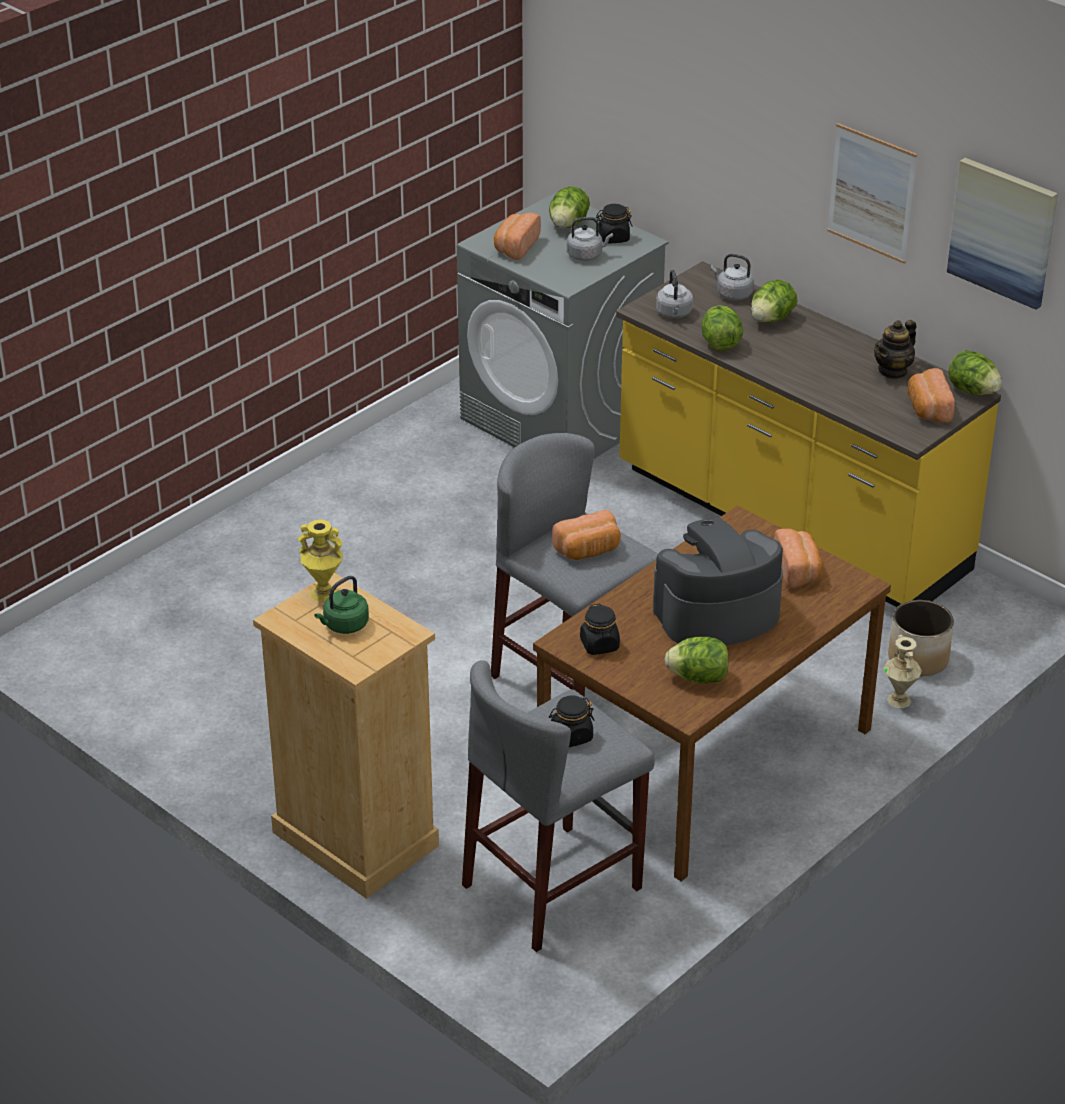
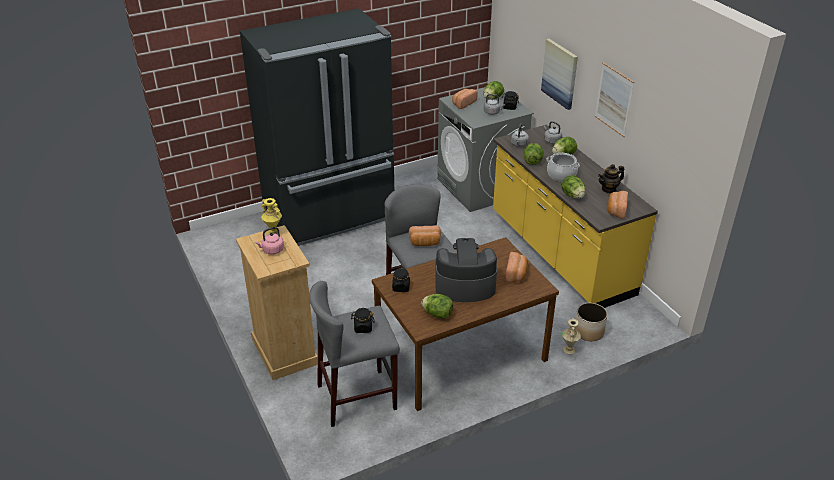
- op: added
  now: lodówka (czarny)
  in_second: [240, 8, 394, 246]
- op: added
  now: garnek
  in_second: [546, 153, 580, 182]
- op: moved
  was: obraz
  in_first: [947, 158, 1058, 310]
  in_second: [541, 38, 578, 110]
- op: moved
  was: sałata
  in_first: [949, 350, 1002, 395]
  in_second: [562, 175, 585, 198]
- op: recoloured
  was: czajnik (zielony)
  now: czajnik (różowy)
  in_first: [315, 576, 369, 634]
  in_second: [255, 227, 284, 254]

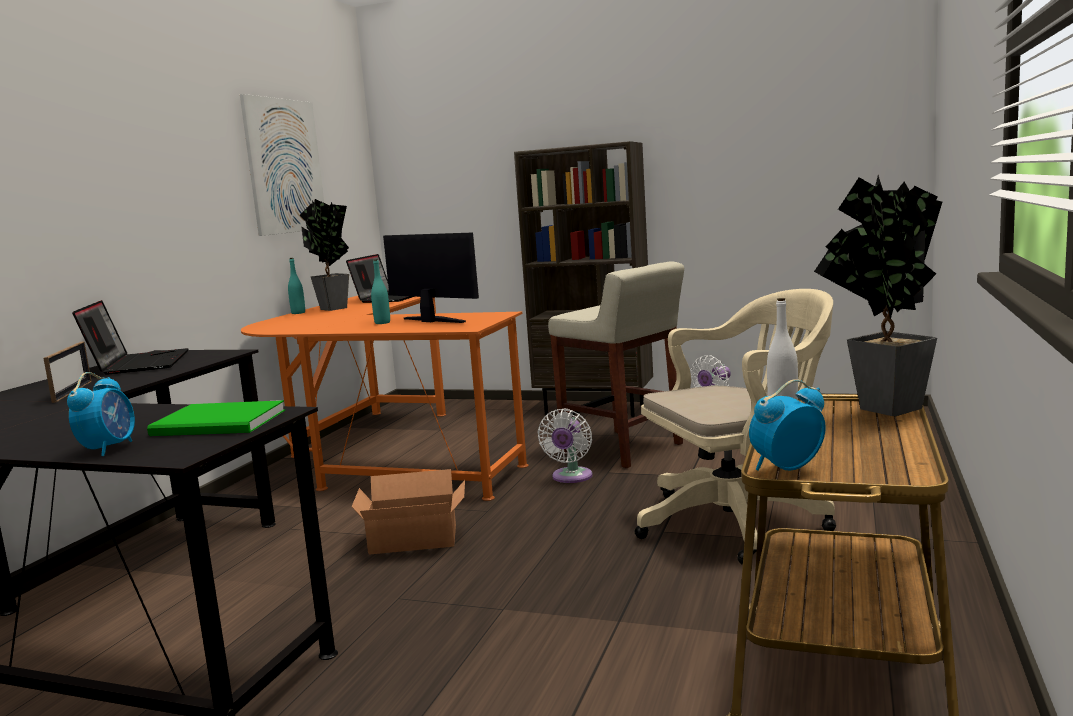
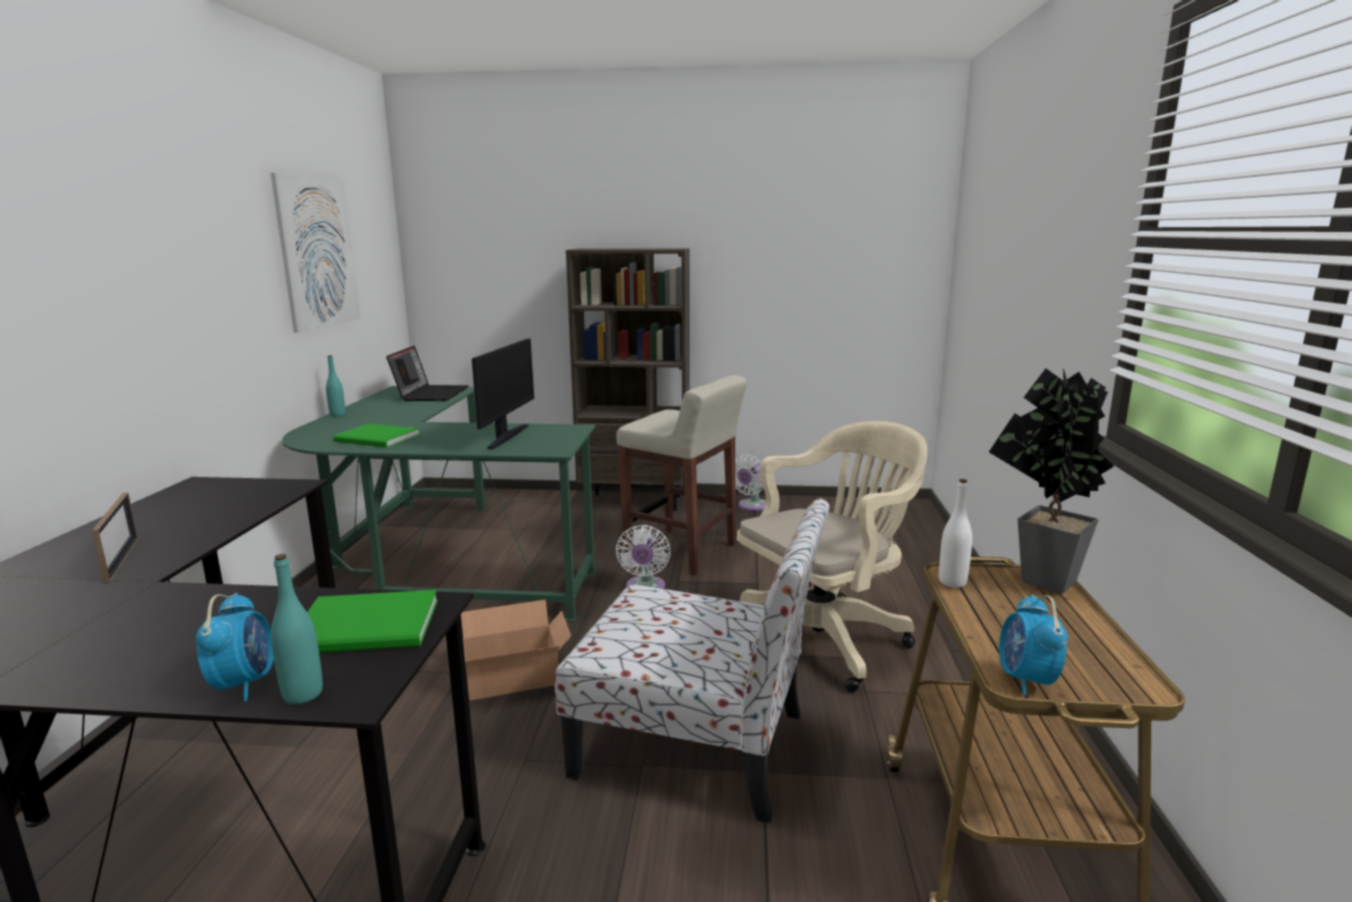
- op: removed
  was: laptop
  in_first: [72, 300, 189, 375]
- op: removed
  was: roślina doniczkowa
  in_first: [300, 199, 349, 311]
- op: added
  now: książka (zielony)
  in_second: [333, 424, 420, 447]
- op: added
  now: krzesło
  in_second: [554, 499, 830, 823]
- op: moved
  was: butelka (turkusowy)
  in_first: [371, 259, 390, 324]
  in_second: [271, 554, 323, 704]
- op: recoloured
  was: biurko (pomarańczowy)
  now: biurko (zielony)
  in_first: [241, 296, 529, 501]
  in_second: [282, 386, 597, 621]
- op: turned
  was: monitor
  in_first: [383, 232, 479, 323]
  in_second: [472, 338, 534, 449]
  clockwise: 75
- op: turned
  was: budzik
  in_first: [749, 379, 826, 471]
  in_second: [999, 594, 1068, 695]
  clockwise: -45

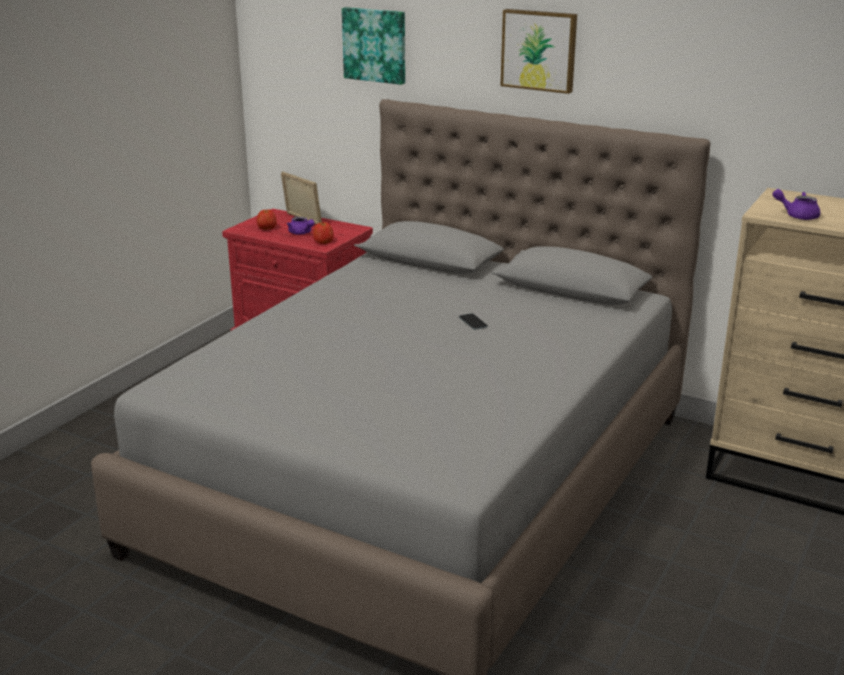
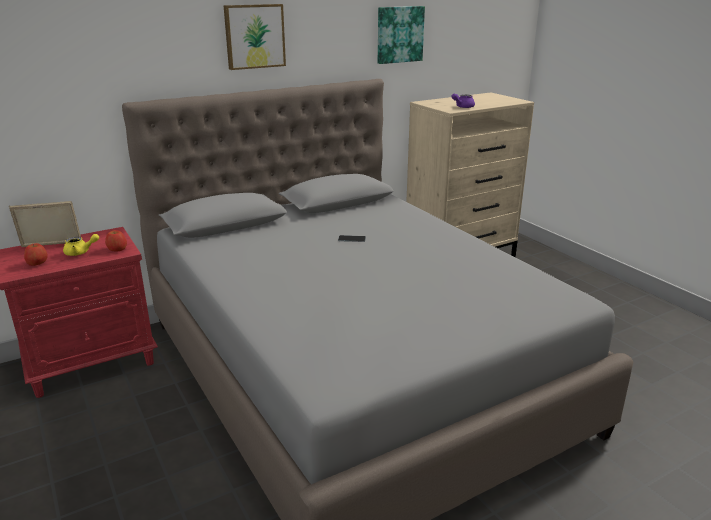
- op: moved
  was: obraz
  in_first: [342, 7, 405, 85]
  in_second: [378, 6, 425, 64]
- op: recoloured
  was: imbryk (fioletowy)
  now: imbryk (żółty)
  in_first: [287, 216, 314, 235]
  in_second: [63, 234, 99, 256]

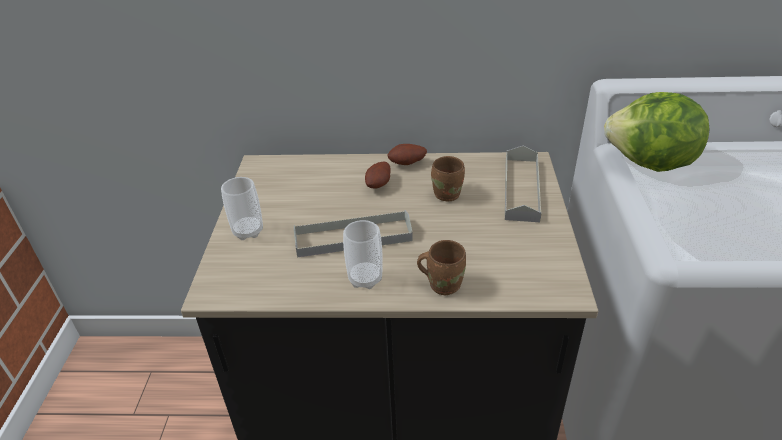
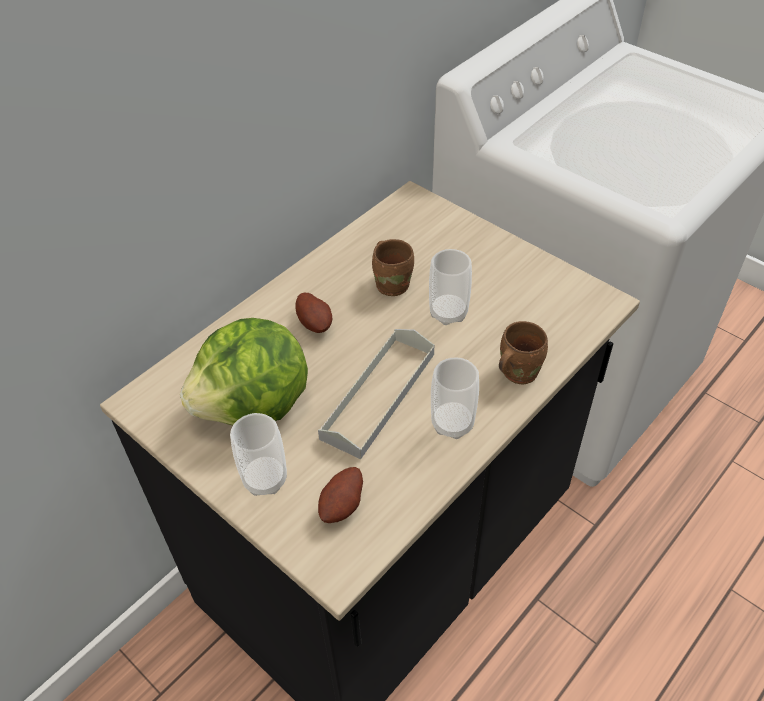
- op: removed
  was: taca (szary)
  in_first: [505, 146, 542, 222]
- op: added
  now: filiżanka
  in_second: [429, 249, 472, 325]
- op: moved
  was: ziemniak
  in_first: [387, 144, 427, 165]
  in_second: [318, 467, 363, 523]
- op: moved
  was: sałata
  in_first: [604, 92, 709, 172]
  in_second: [180, 318, 308, 425]

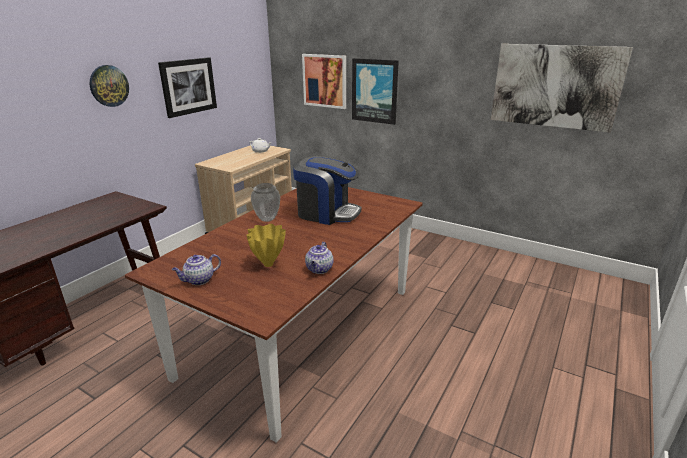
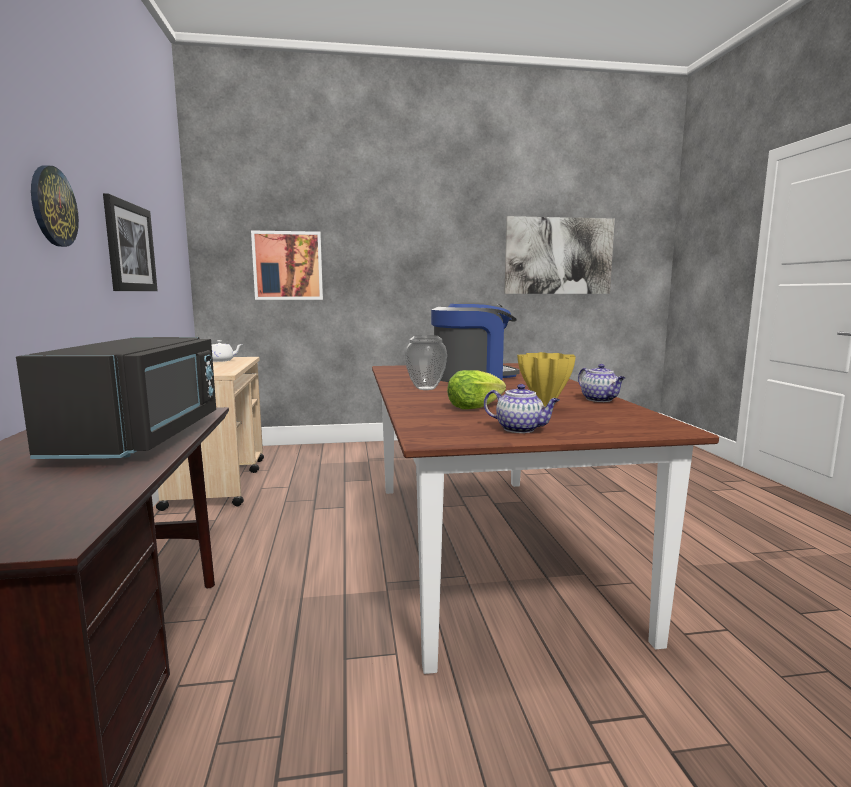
- op: removed
  was: obraz
  in_first: [352, 58, 399, 125]
- op: added
  now: mikrofalówka (czarny)
  in_second: [16, 337, 216, 459]
- op: added
  now: sałata
  in_second: [447, 370, 506, 409]
- op: turned
  was: imbryk
  in_first: [172, 254, 221, 285]
  in_second: [484, 384, 560, 433]
  clockwise: -75

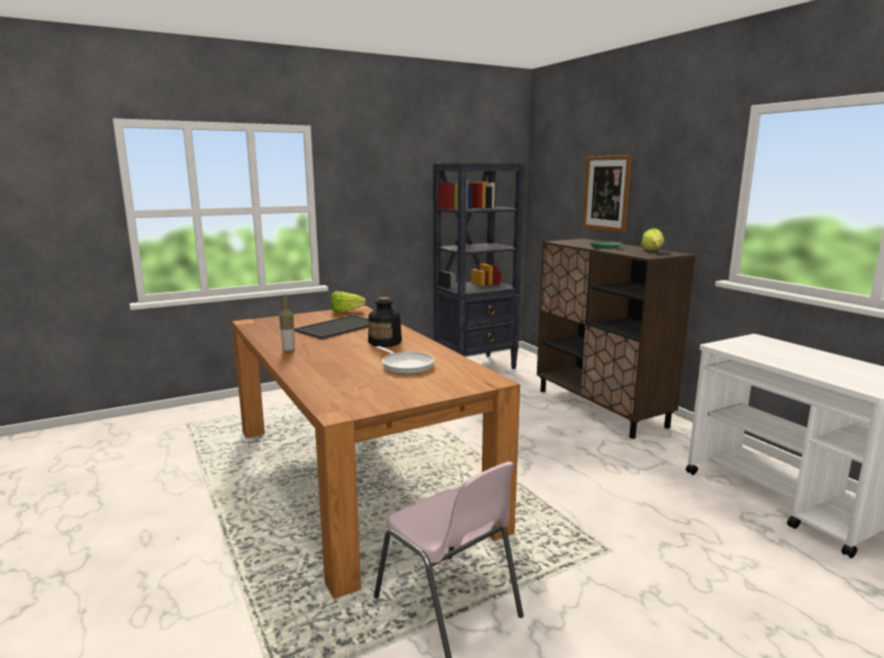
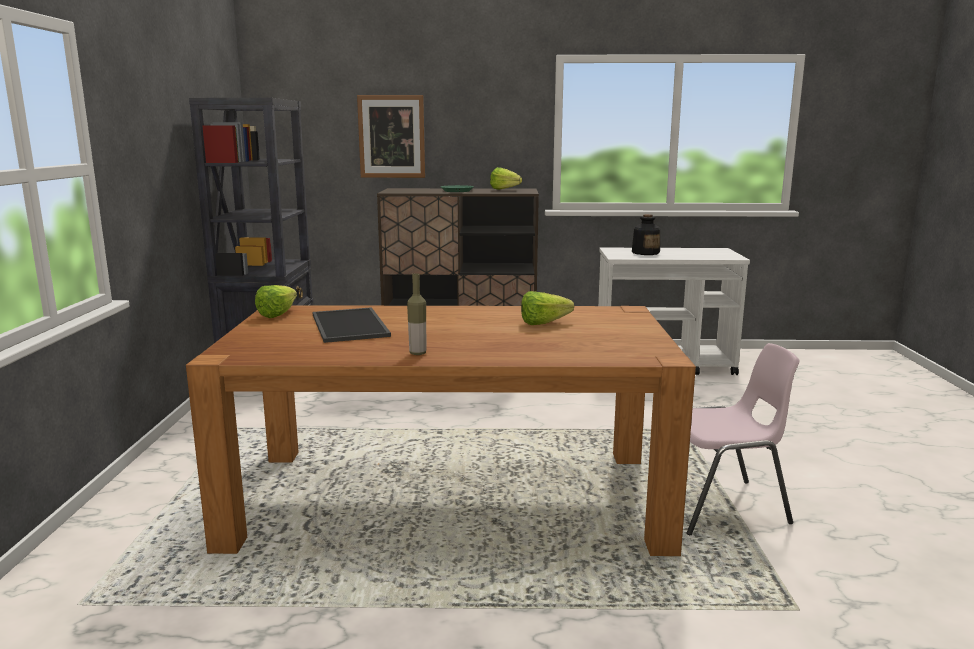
- op: moved
  was: butelka
  in_first: [368, 297, 402, 347]
  in_second: [632, 214, 660, 255]
- op: replaced
  was: patelnia
  now: sałata
  in_first: [376, 346, 434, 374]
  in_second: [521, 291, 574, 325]

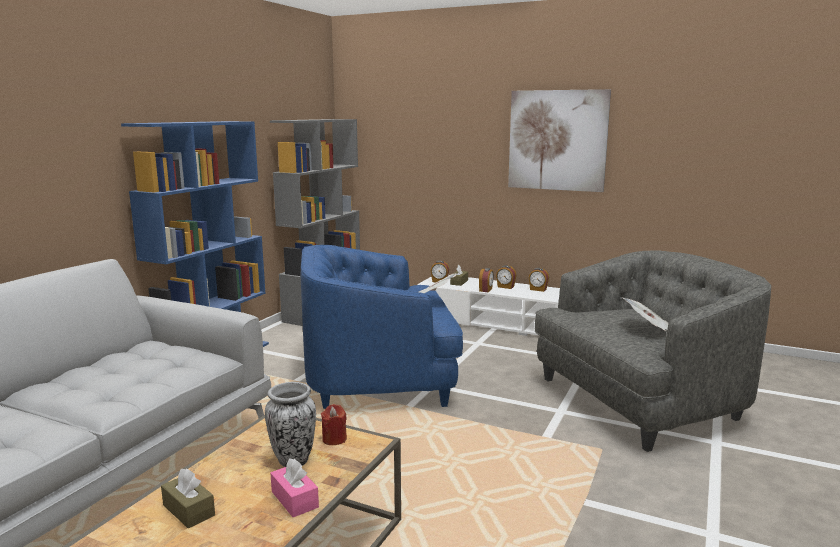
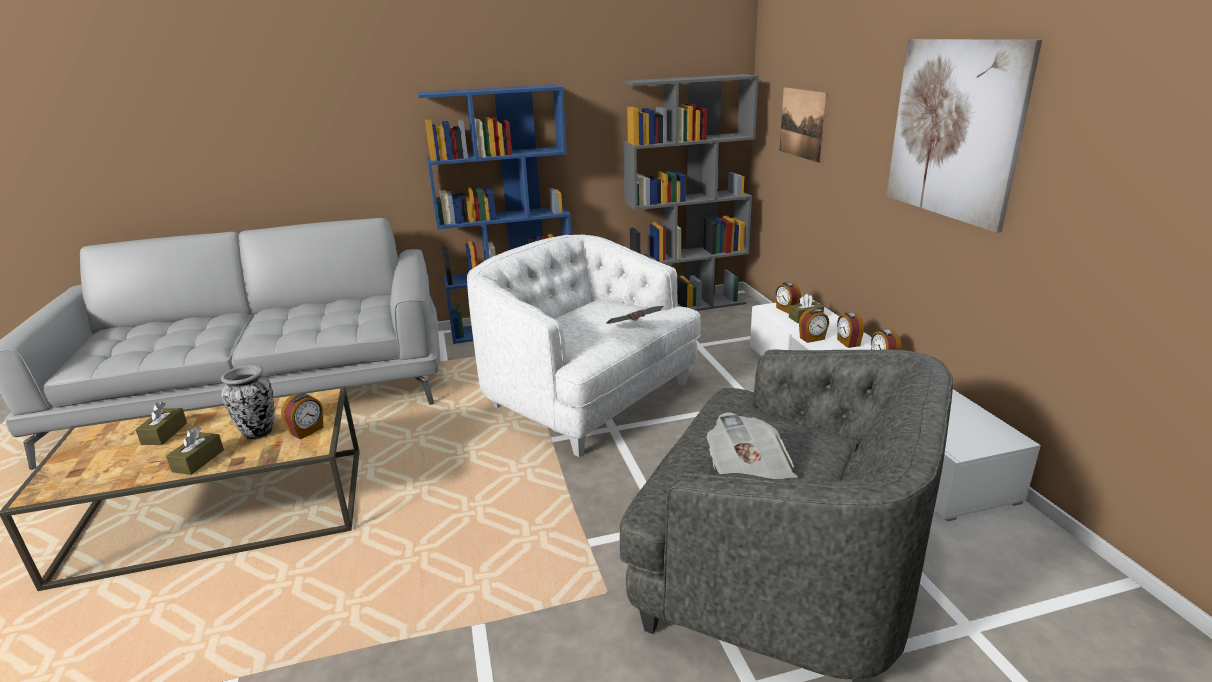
- op: added
  now: obraz
  in_second: [779, 87, 827, 163]
- op: replaced
  was: świeca (czerwony)
  now: budzik
  in_first: [321, 404, 347, 445]
  in_second: [281, 393, 323, 440]
- op: recoloured
  was: pudełko chusteczek (różowy)
  now: pudełko chusteczek (brązowy)
  in_first: [270, 458, 319, 517]
  in_second: [166, 427, 224, 475]
- op: recoloured
  was: fotel (niebieski)
  now: fotel (biały)
  in_first: [301, 245, 463, 409]
  in_second: [467, 235, 701, 457]

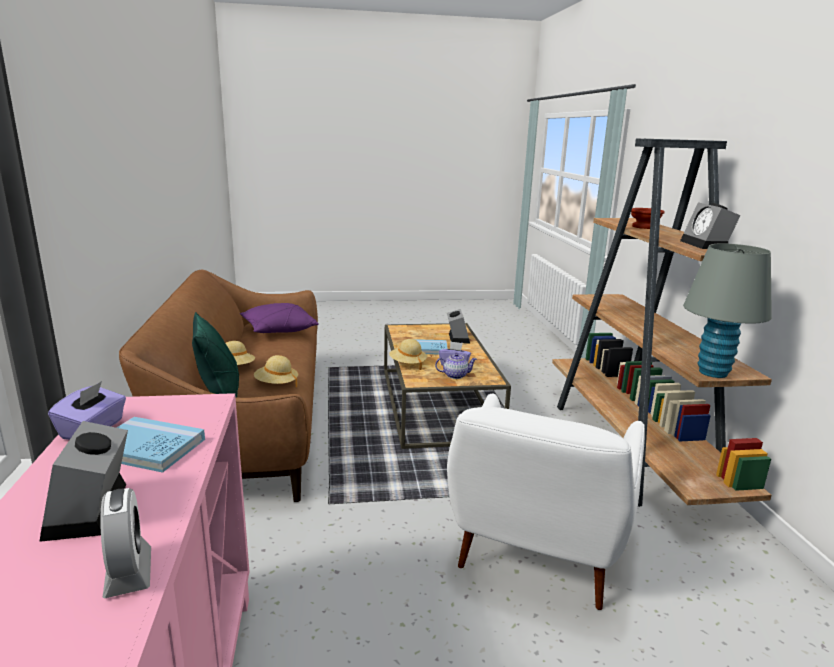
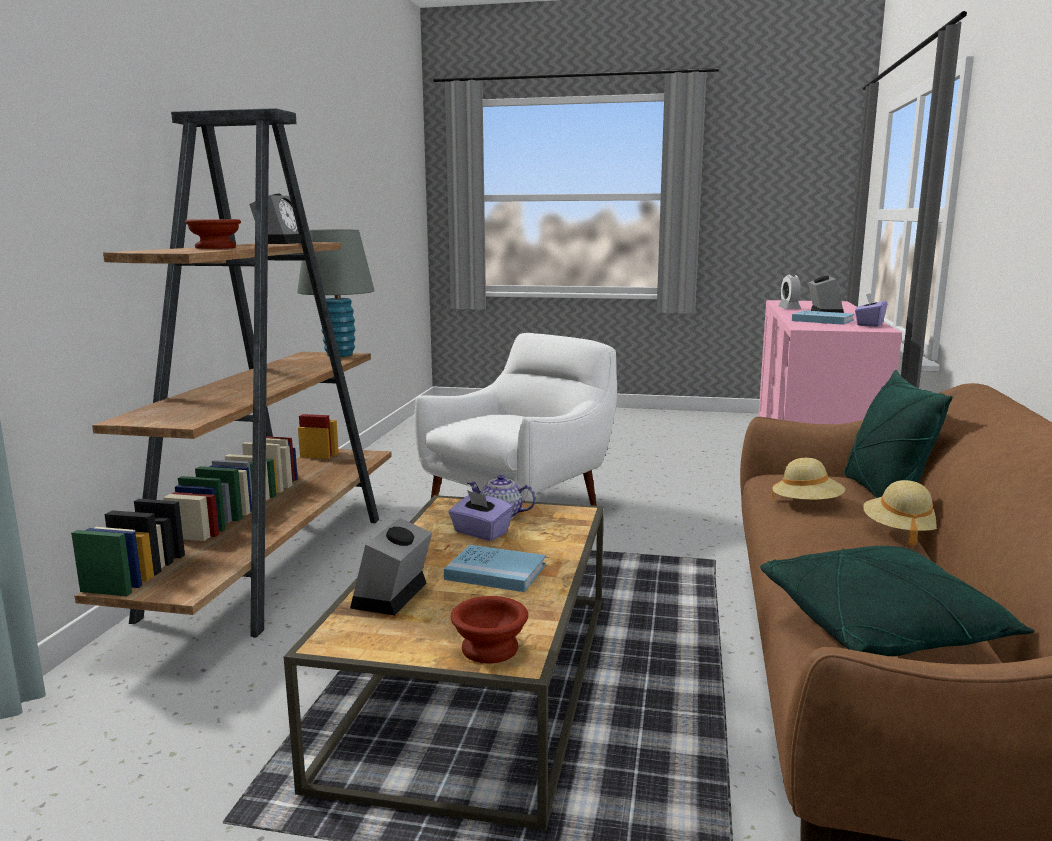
- op: removed
  was: kapelusz (beżowy)
  in_first: [389, 339, 428, 370]
- op: added
  now: miska (brązowy)
  in_second: [451, 596, 528, 664]
- op: recoloured
  was: poduszka (fioletowy)
  now: poduszka (zielony)
  in_first: [240, 303, 319, 333]
  in_second: [760, 546, 1034, 656]

